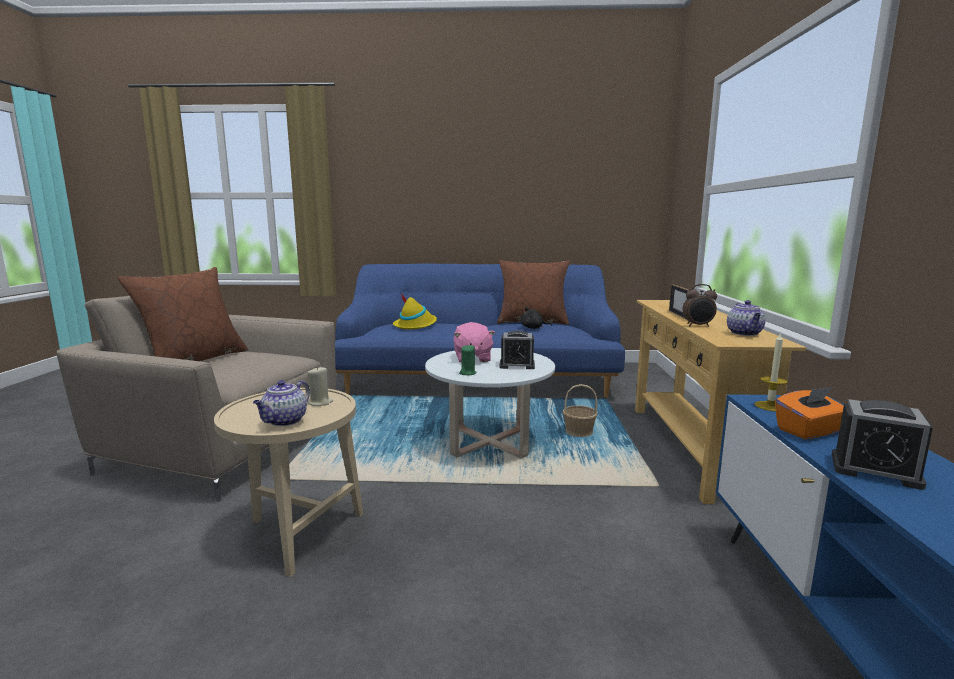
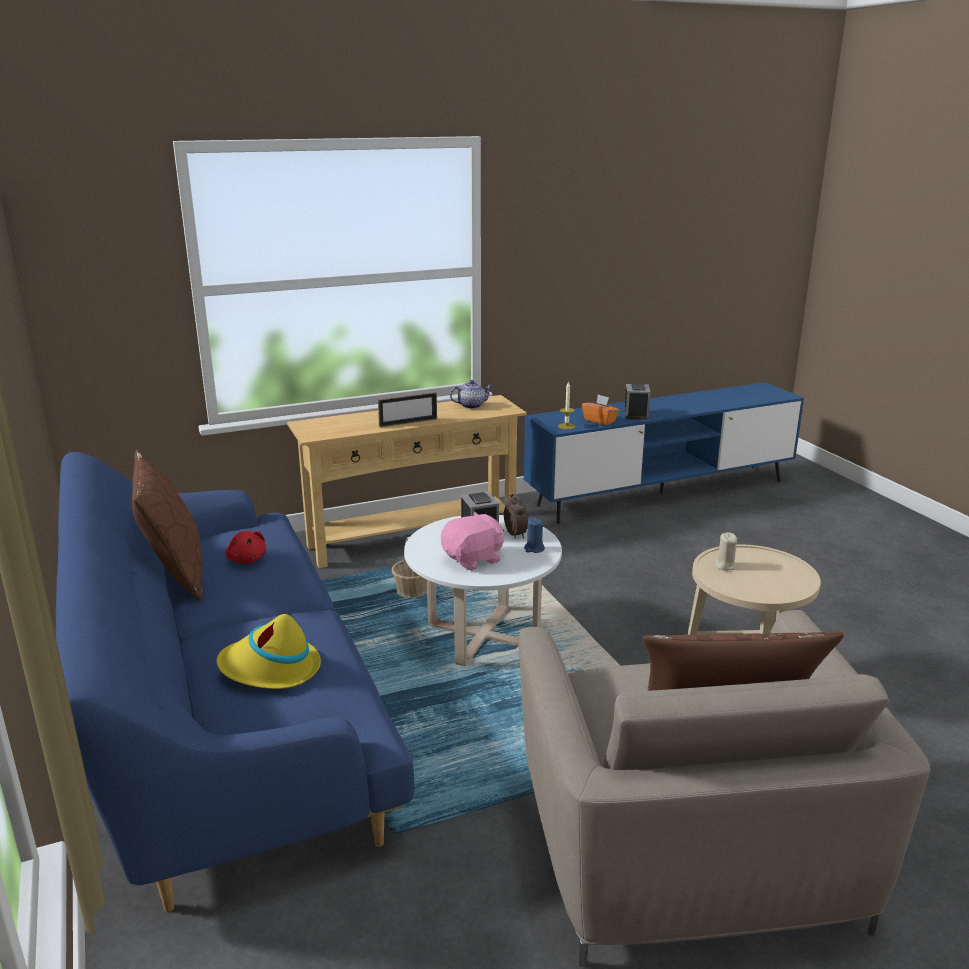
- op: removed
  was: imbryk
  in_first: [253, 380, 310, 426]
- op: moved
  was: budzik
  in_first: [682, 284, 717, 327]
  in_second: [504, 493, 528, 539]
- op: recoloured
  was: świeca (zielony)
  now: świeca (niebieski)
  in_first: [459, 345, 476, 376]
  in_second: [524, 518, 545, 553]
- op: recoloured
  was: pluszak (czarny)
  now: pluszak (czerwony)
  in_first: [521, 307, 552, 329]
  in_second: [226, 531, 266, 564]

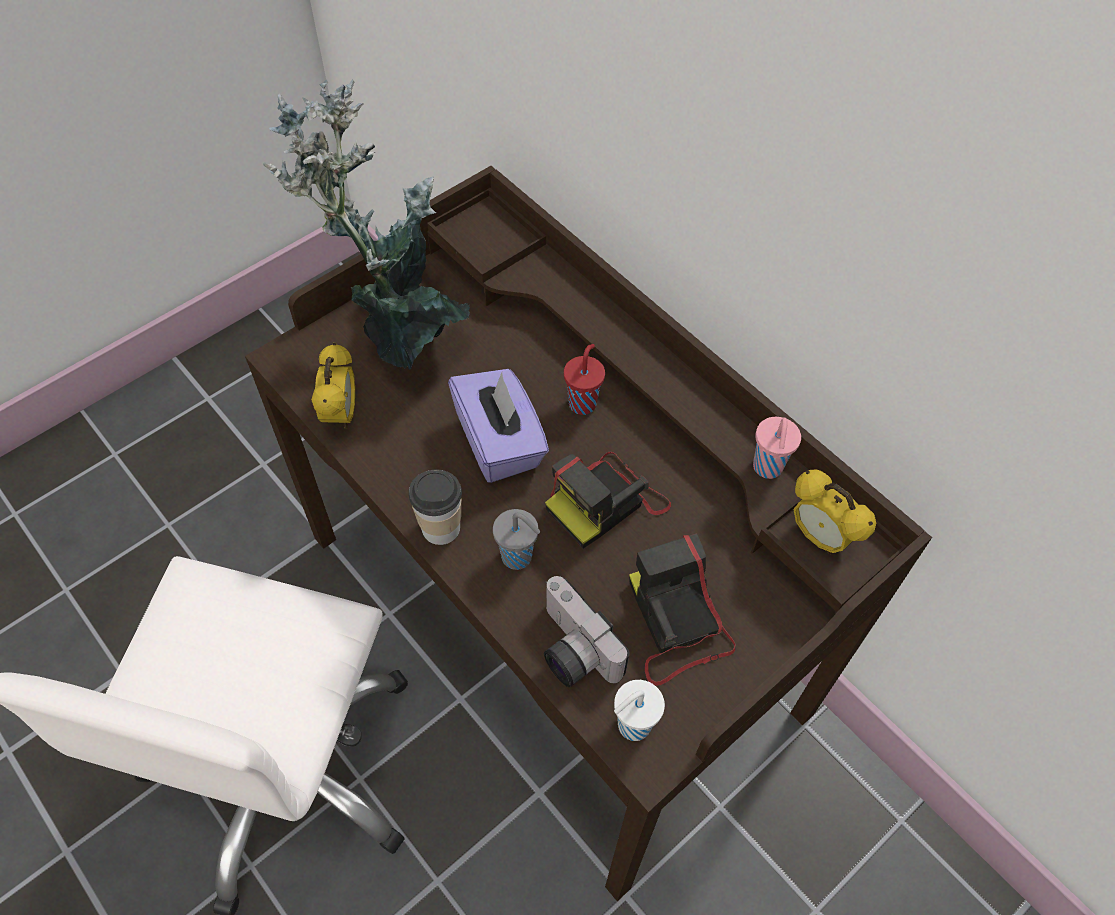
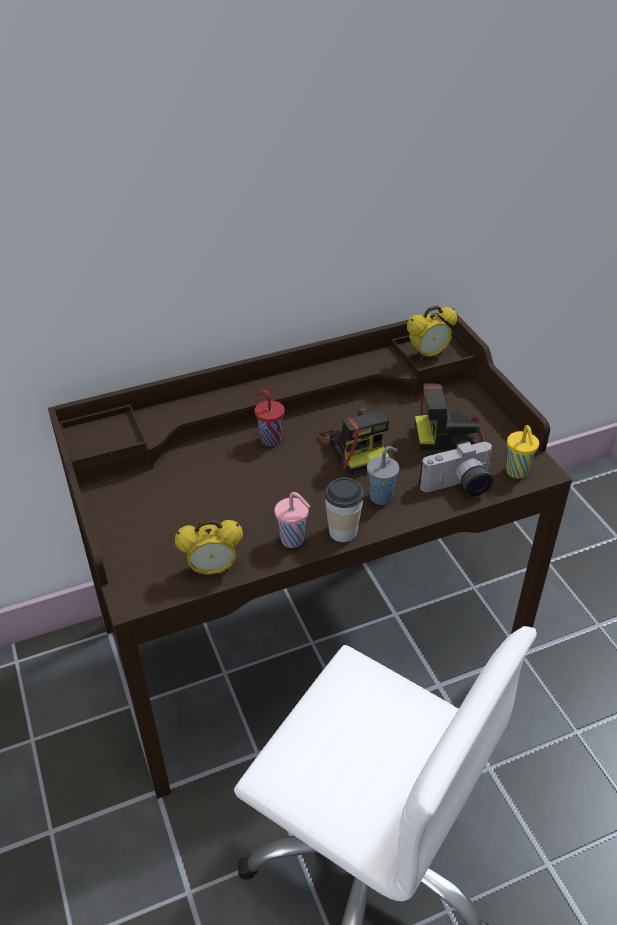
- op: removed
  was: roślina doniczkowa
  in_first: [263, 79, 470, 370]
- op: removed
  was: pudełko chusteczek (fioletowy)
  in_first: [448, 369, 549, 483]
- op: moved
  was: filiżanka (różowy)
  in_first: [753, 417, 801, 479]
  in_second: [275, 492, 310, 548]
- op: recoloured
  was: filiżanka (biały)
  now: filiżanka (żółty)
  in_first: [614, 680, 665, 741]
  in_second: [506, 425, 539, 479]
- op: turned
  was: budzik
  in_first: [311, 343, 355, 429]
  in_second: [175, 519, 243, 576]
  clockwise: 150

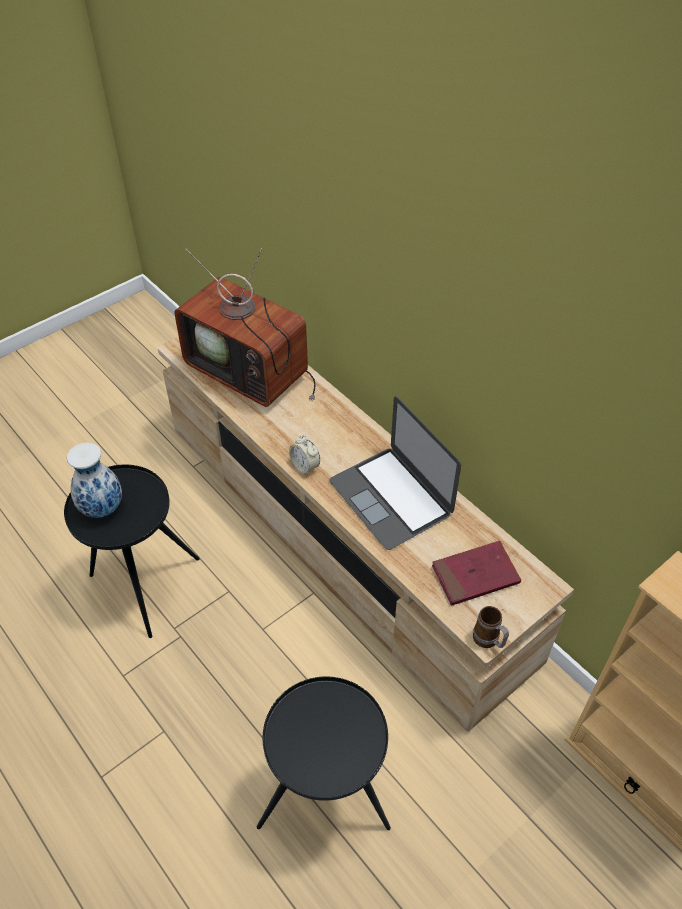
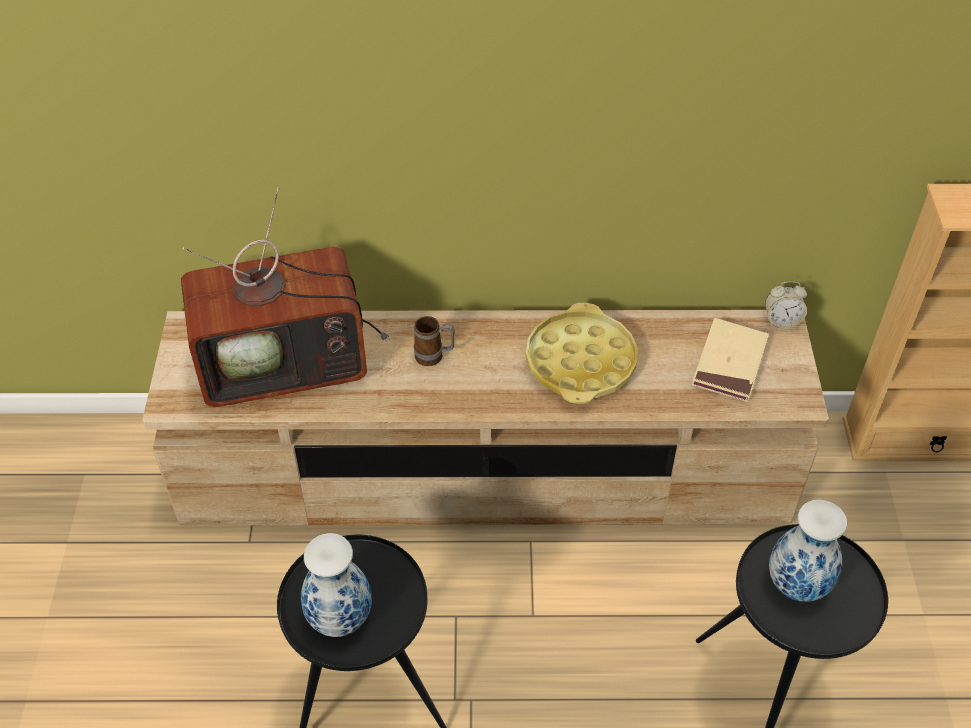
- op: added
  now: wazon
  in_second: [769, 500, 847, 602]
- op: moved
  was: budzik
  in_first: [289, 435, 320, 476]
  in_second: [765, 281, 807, 328]
- op: moved
  was: kubek
  in_first: [473, 606, 509, 648]
  in_second: [414, 316, 455, 366]
- op: replaced
  was: laptop
  now: taca (żółty)
  in_first: [329, 397, 461, 550]
  in_second: [526, 303, 638, 404]
- op: recoloured
  was: książka (czerwony)
  now: książka (beżowy)
  in_first: [432, 541, 521, 606]
  in_second: [691, 318, 769, 402]

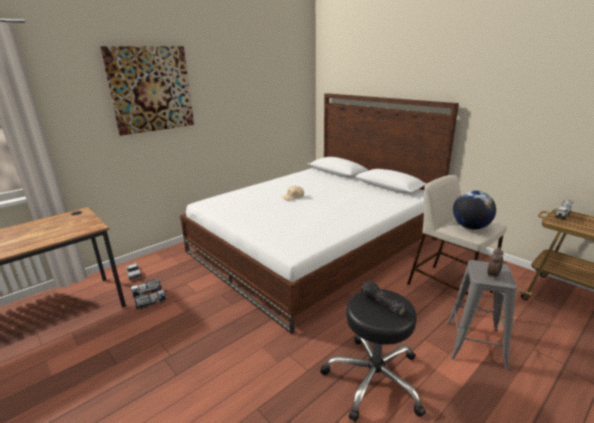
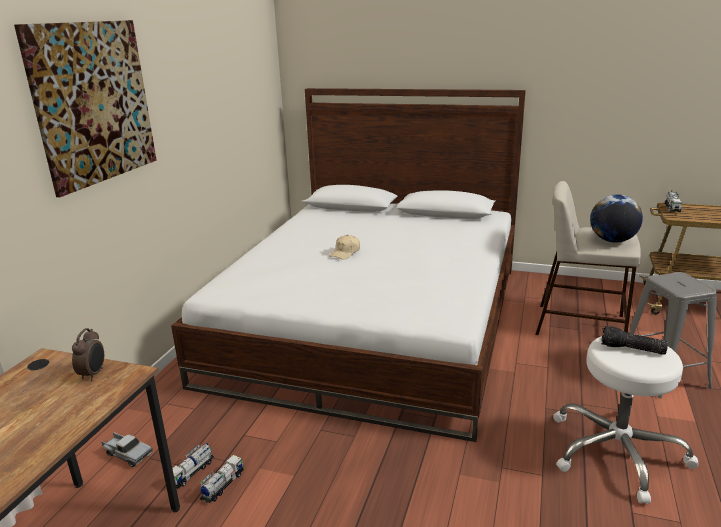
- op: moved
  was: budzik
  in_first: [487, 247, 503, 280]
  in_second: [72, 328, 104, 381]
- op: recoloured
  was: stołek (czarny)
  now: stołek (biały)
  in_first: [320, 289, 426, 422]
  in_second: [553, 334, 699, 504]

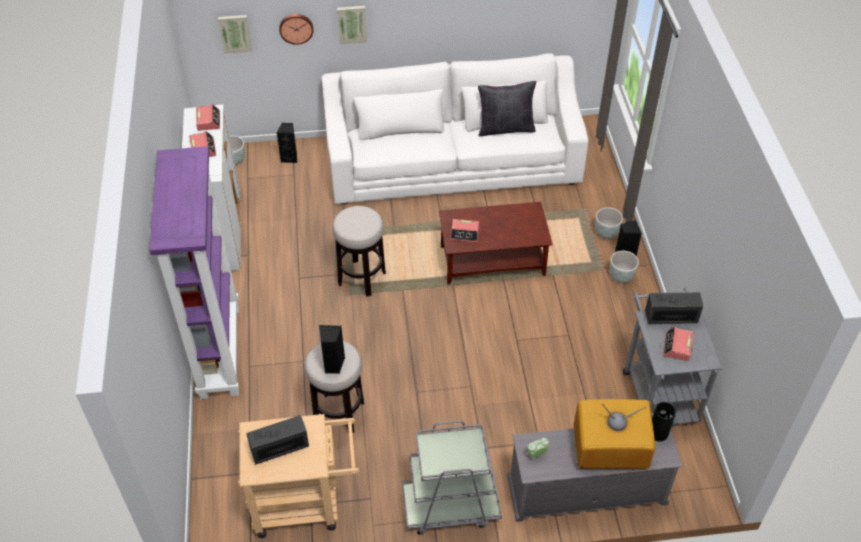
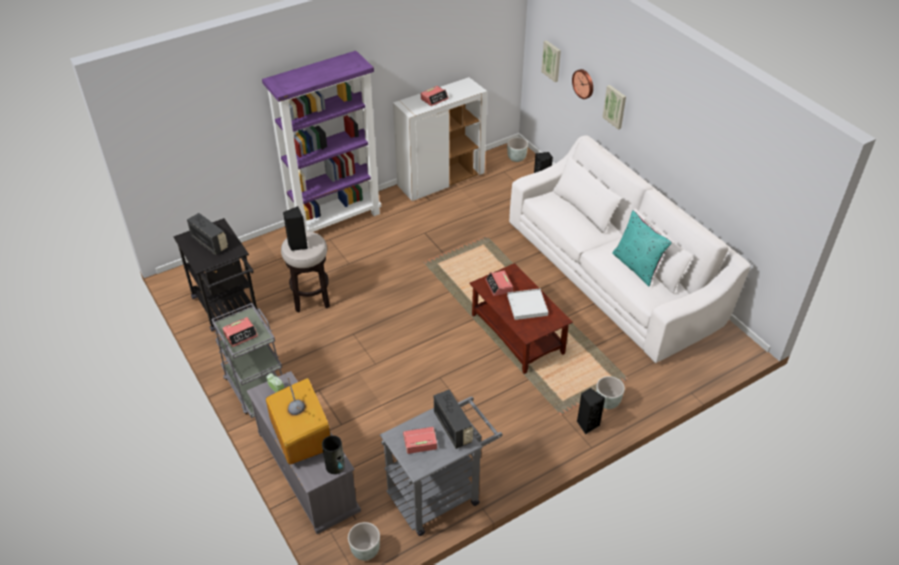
- op: removed
  was: stołek
  in_first: [332, 206, 386, 297]
- op: added
  now: taca (biały)
  in_second: [507, 288, 548, 320]
- op: moved
  was: budzik
  in_first: [196, 104, 220, 131]
  in_second: [222, 317, 258, 347]
- op: moved
  was: donica (szary)
  in_first: [610, 251, 639, 283]
  in_second: [348, 522, 380, 561]
- op: recoloured
  was: wózek (beżowy)
  now: wózek (czarny)
  in_first: [238, 414, 359, 538]
  in_second: [174, 218, 258, 331]
- op: recoloured
  was: poduszka (czarny)
  now: poduszka (turkusowy)
  in_first: [478, 81, 536, 136]
  in_second: [612, 211, 672, 286]

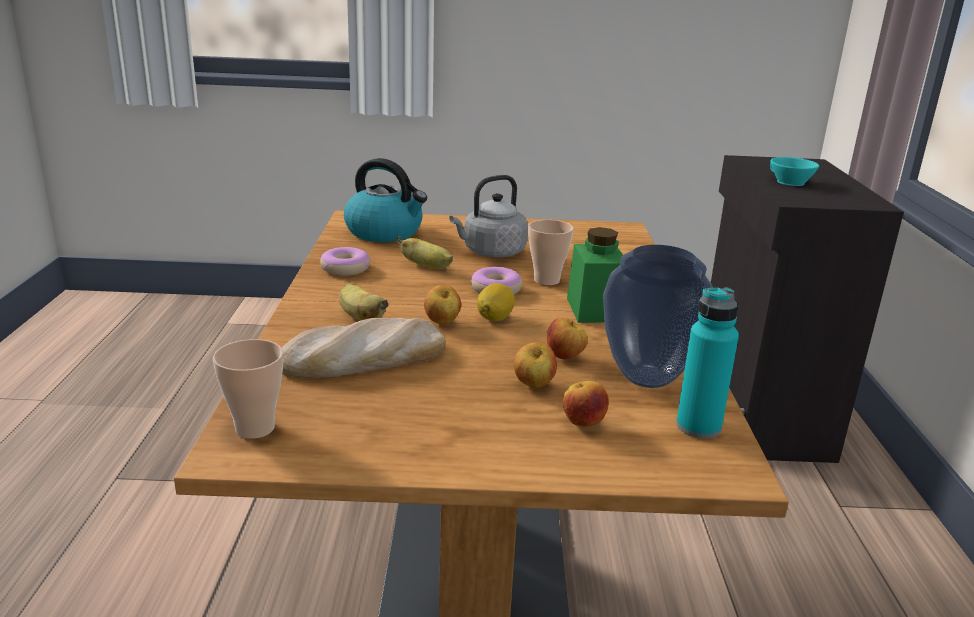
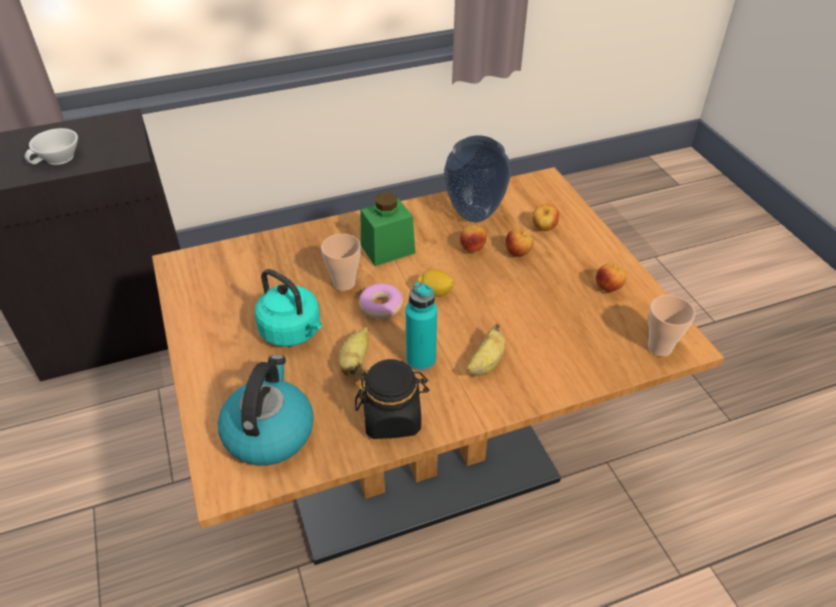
- op: removed
  was: chleb
  in_first: [282, 318, 446, 378]
- op: moved
  was: jabłko
  in_first: [424, 285, 461, 325]
  in_second: [596, 264, 626, 292]
- op: moved
  was: butelka (turkusowy)
  in_first: [676, 287, 739, 439]
  in_second: [406, 282, 437, 371]
- op: replaced
  was: donut
  now: słoik (czarny)
  in_first: [320, 247, 370, 276]
  in_second: [355, 359, 429, 439]
- op: recoloured
  was: czajnik (szary)
  now: czajnik (turkusowy)
  in_first: [449, 175, 528, 257]
  in_second: [255, 269, 322, 347]
- op: recoloured
  was: filiżanka (turkusowy)
  now: filiżanka (biały)
  in_first: [770, 157, 819, 186]
  in_second: [25, 128, 78, 165]

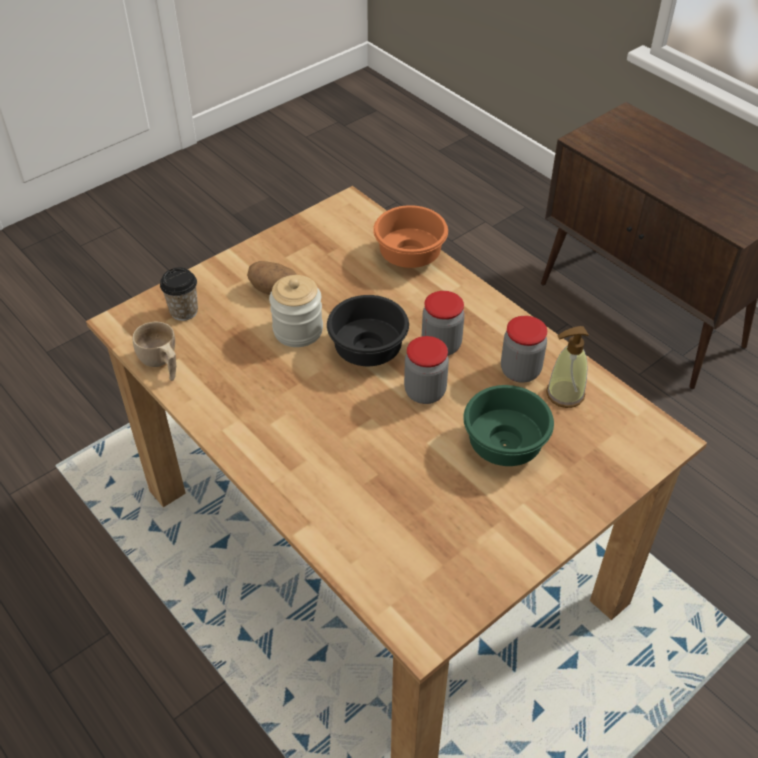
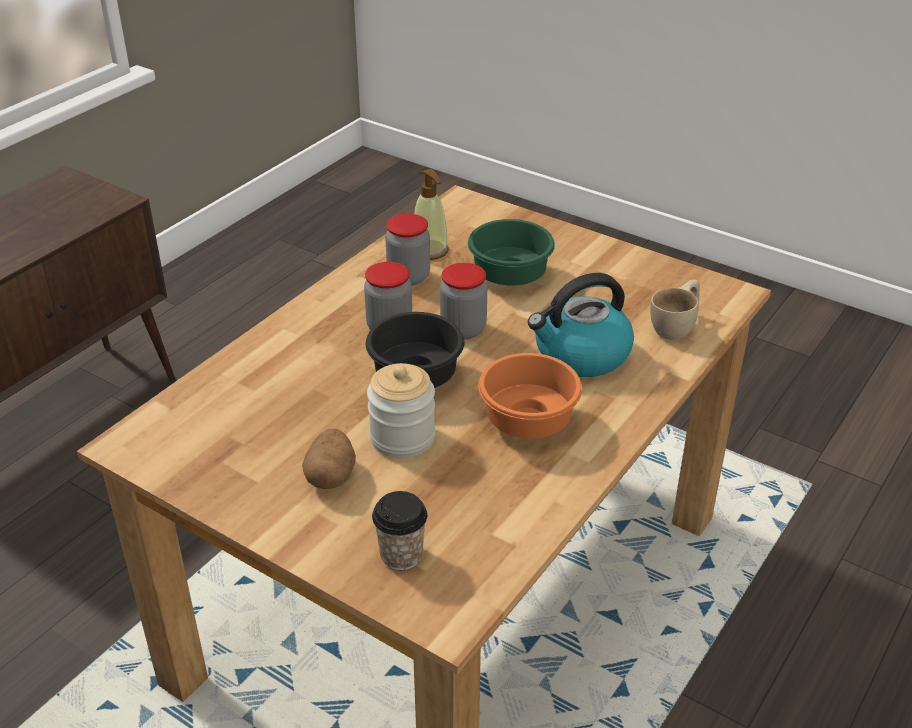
- op: added
  now: czajnik
  in_second: [528, 273, 634, 377]
- op: moved
  was: filiżanka (beżowy)
  in_first: [133, 322, 176, 381]
  in_second: [650, 280, 700, 340]
- op: moved
  was: miska (pomarańczowy)
  in_first: [373, 205, 448, 268]
  in_second: [478, 353, 582, 438]

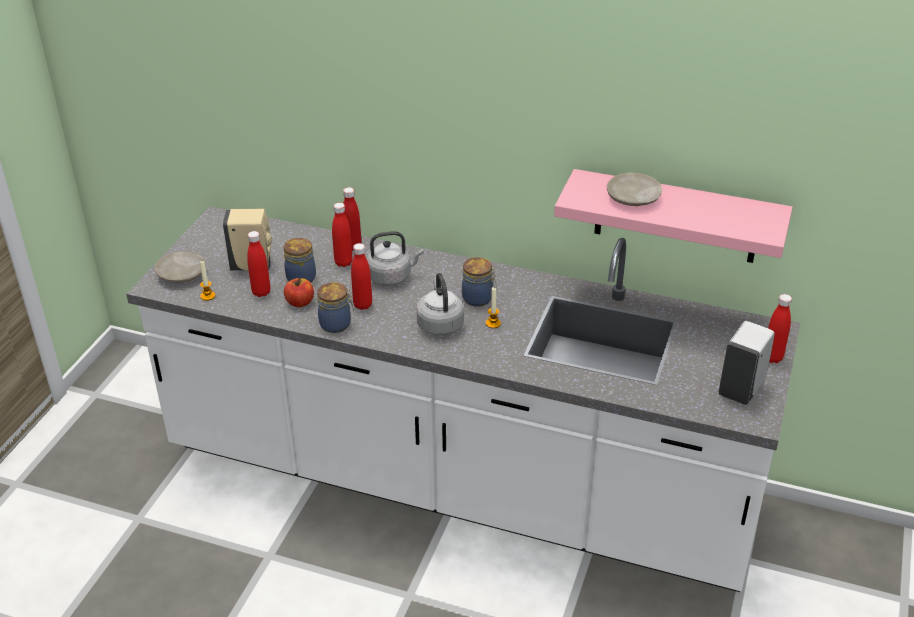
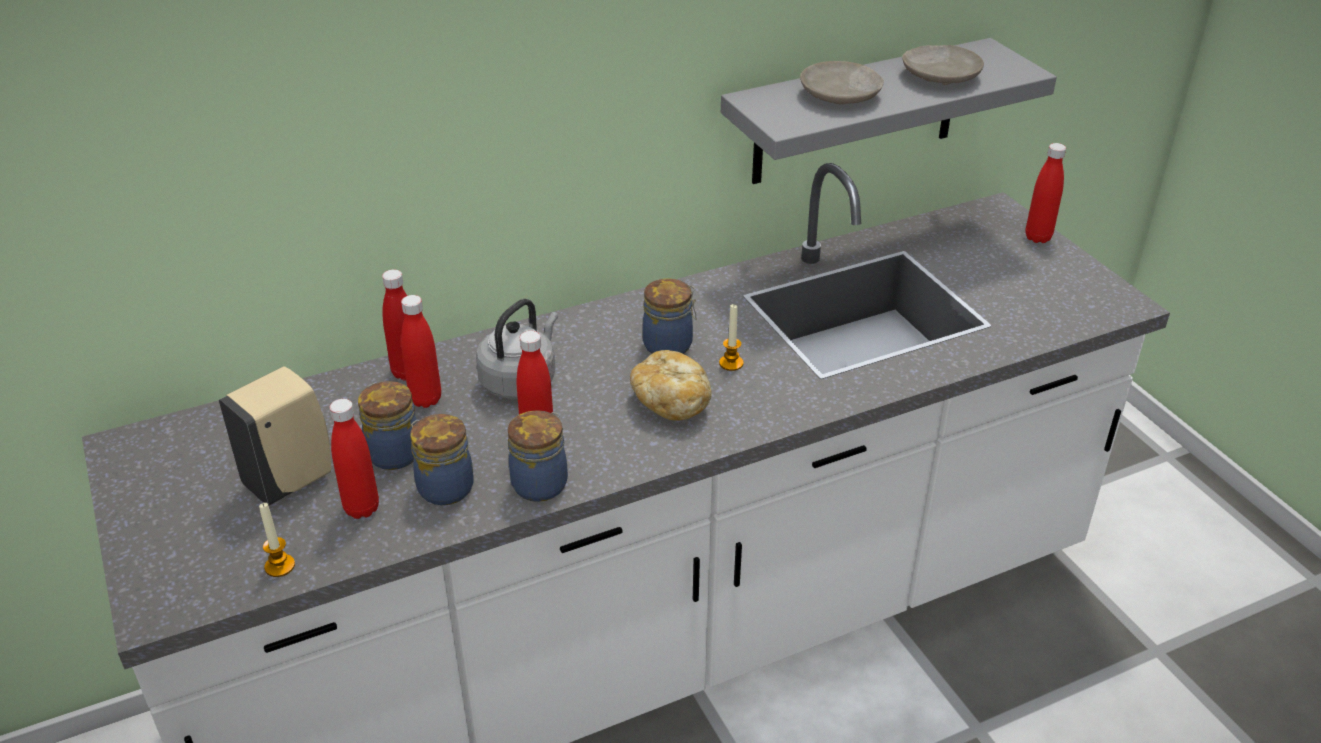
- op: removed
  was: dozownik mydła (biały)
  in_first: [719, 321, 775, 405]
- op: moved
  was: talerz (beżowy)
  in_first: [155, 252, 206, 283]
  in_second: [902, 45, 984, 85]
- op: replaced
  was: jabłko
  now: słoik
  in_first: [284, 278, 314, 307]
  in_second: [410, 414, 474, 505]
- op: replaced
  was: czajnik (szary)
  now: chleb
  in_first: [416, 273, 464, 336]
  in_second: [630, 350, 712, 421]
- op: recoloured
  was: półka (różowy)
  now: półka (szary)
  in_first: [554, 169, 793, 263]
  in_second: [721, 38, 1057, 184]

